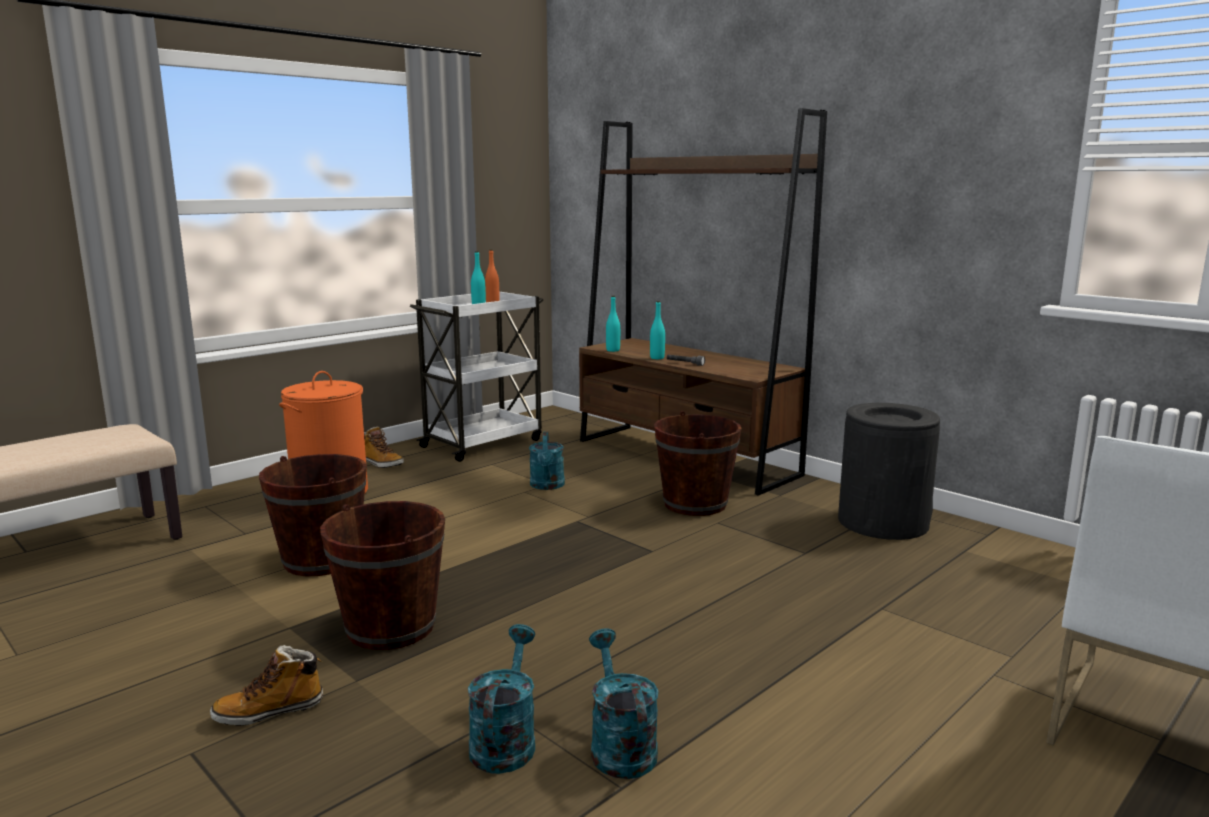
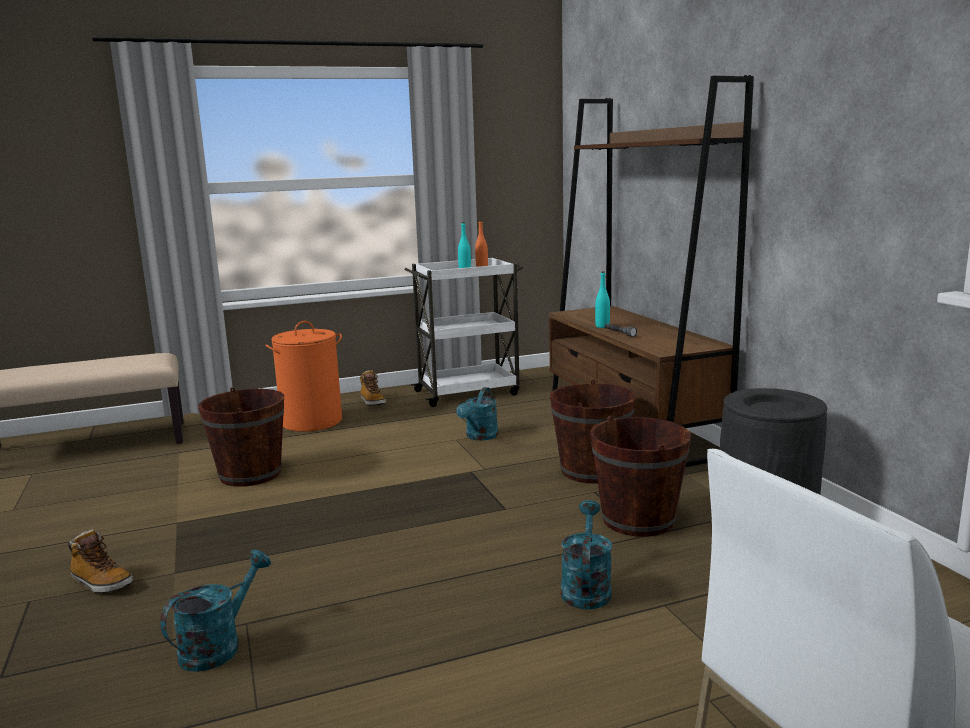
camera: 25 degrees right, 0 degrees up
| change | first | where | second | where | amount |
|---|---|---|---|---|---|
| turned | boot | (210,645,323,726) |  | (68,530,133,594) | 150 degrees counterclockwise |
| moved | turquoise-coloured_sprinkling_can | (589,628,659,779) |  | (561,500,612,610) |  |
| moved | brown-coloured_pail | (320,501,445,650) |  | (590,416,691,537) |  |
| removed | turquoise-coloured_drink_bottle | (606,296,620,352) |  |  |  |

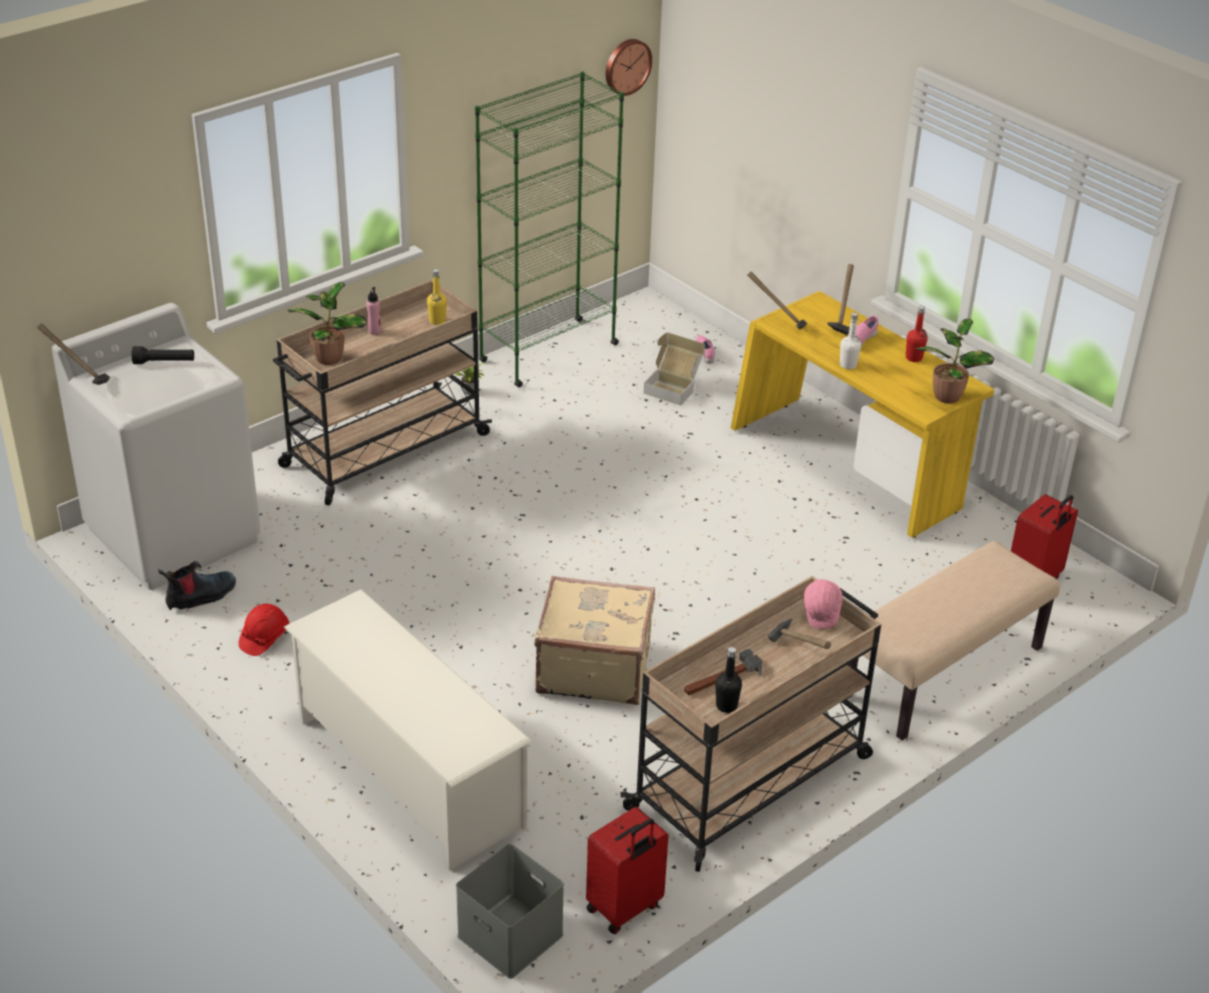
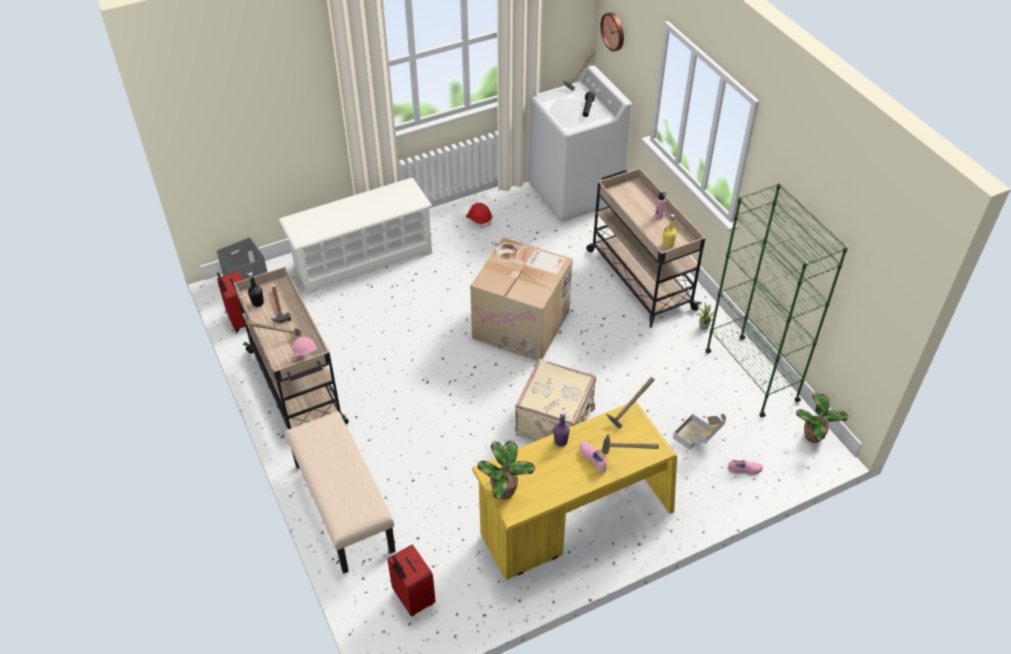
camera: 105 degrees right, 10 degrees up
| change | first | where | second | where | amount |
|---|---|---|---|---|---|
| added |  |  | carton | (470,237,573,361) |  |
| moved | beige_suitcase | (534,576,655,705) |  | (515,359,596,441) |  |
| recoloured | whitish_drink_bottle | (840,312,861,369) | purplish_drink_bottle | (553,411,570,447) |  |
| moved | hanging_clock | (606,39,652,96) |  | (601,12,624,51) |  |
| moved | potted_plant | (288,282,367,365) |  | (796,393,848,443) |  |
| removed | boot | (158,561,236,610) |  |  |  |
| removed | red_drink_bottle | (906,306,928,362) |  |  |  |

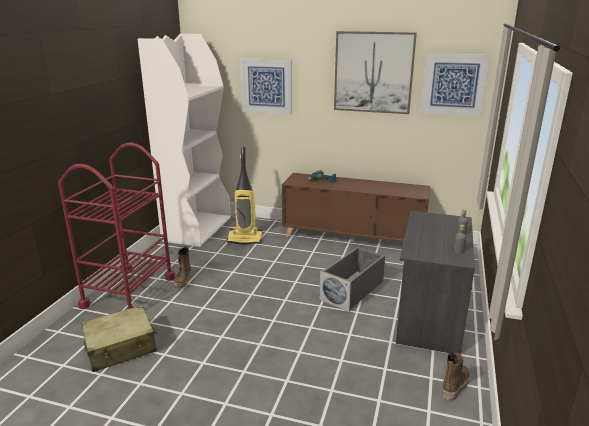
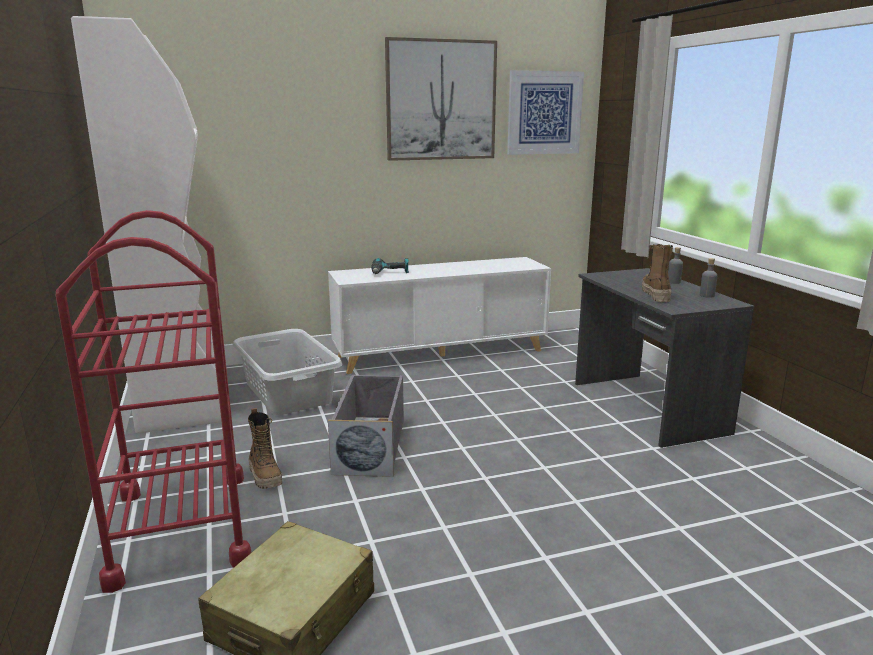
camera: 35 degrees left, 5 degrees down
| change | first | where | second | where | amount |
|---|---|---|---|---|---|
| replaced | hoover | (227,147,262,245) | greyish_laundry_basket | (233,329,342,415) |  |
| recoloured | brown-coloured_cupboard | (282,173,430,242) | whitish_cupboard | (328,257,551,374) |  |
| moved | greyish_storage_box | (319,247,385,312) |  | (328,374,404,477) |  |
| moved | boot | (442,352,469,401) |  | (642,244,673,303) |  |
| removed | picture | (240,58,292,114) |  |  |  |

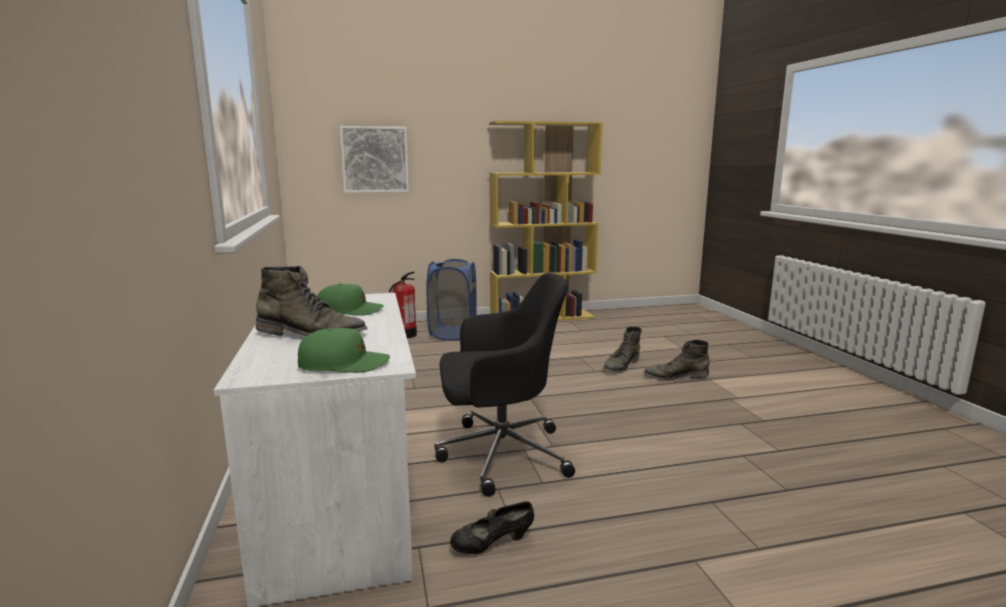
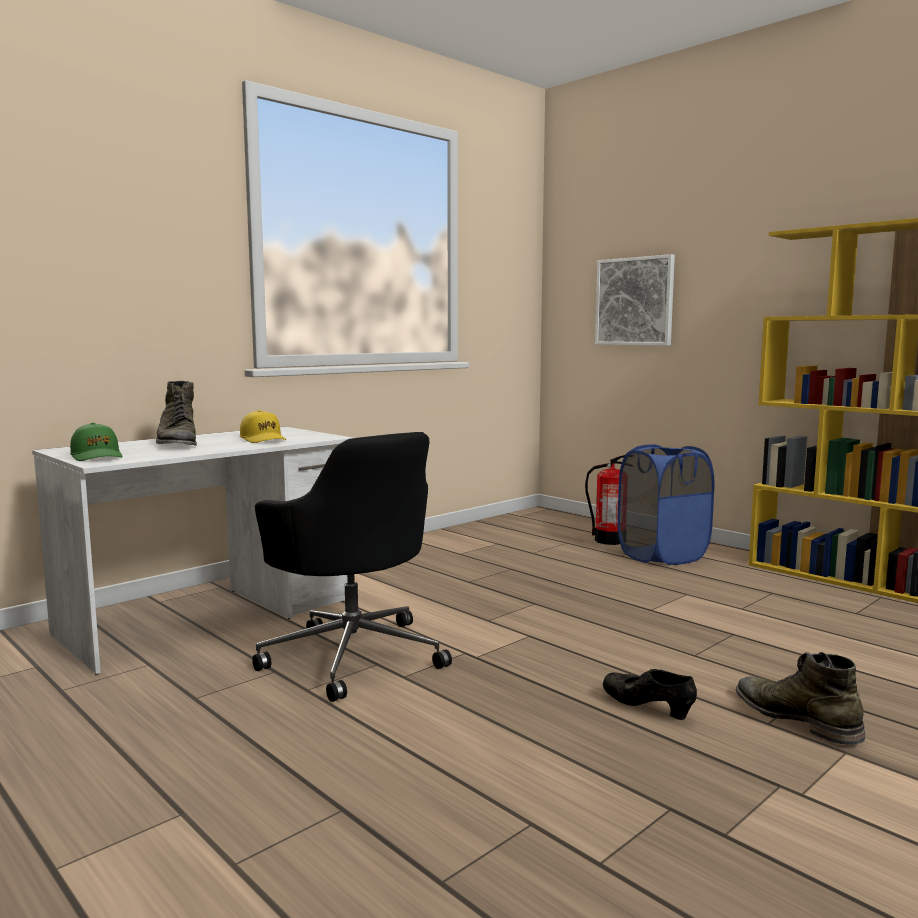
camera: 60 degrees right, 5 degrees down
| change | first | where | second | where | amount |
|---|---|---|---|---|---|
| recoloured | green_baseball_cap | (317,283,384,316) | yellow_baseball_cap | (240,410,286,443) |  |
| moved | black_low_shoe | (450,501,534,554) |  | (603,669,697,720) |  |
| removed | green_boot | (603,326,642,373) |  |  |  |

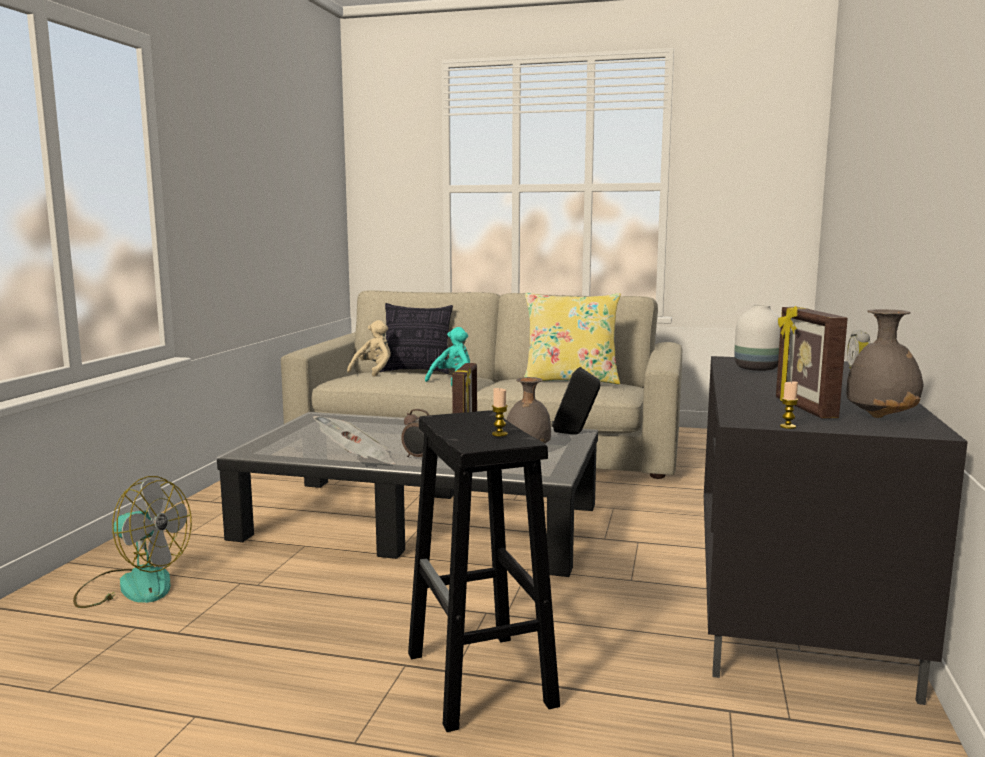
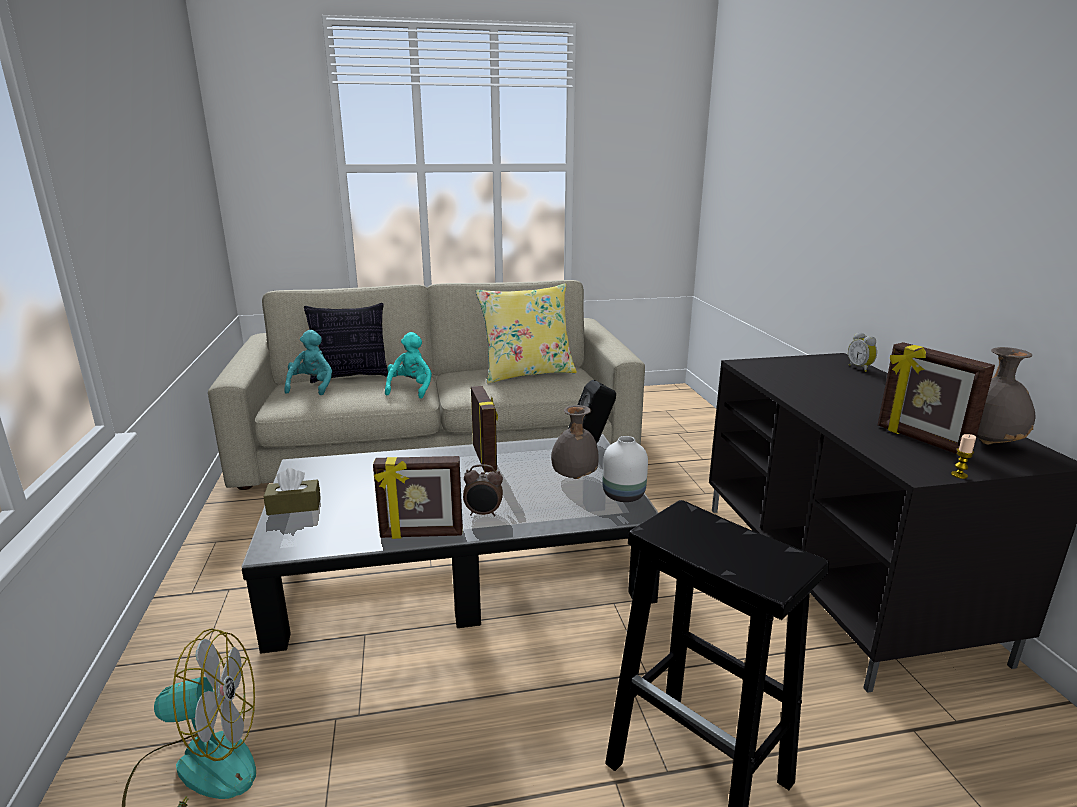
camera: 25 degrees left, 10 degrees up
| change | first | where | second | where | amount |
|---|---|---|---|---|---|
| added |  |  | brown-coloured_box_of_tissues | (263,468,321,515) |  |
| recoloured | beige_cuddly_toy | (347,320,390,376) | turquoise-coloured_cuddly_toy | (284,330,332,395) |  |
| replaced | printed_paper | (313,416,394,464) | picture_frame | (373,456,463,539) |  |
| moved | whitish_decorative_vase | (734,304,781,371) |  | (603,436,648,502) |  |
| removed | wax_candle | (492,388,508,436) |  |  |  |

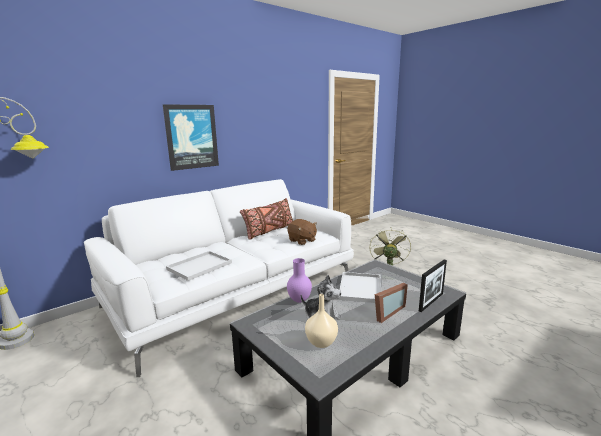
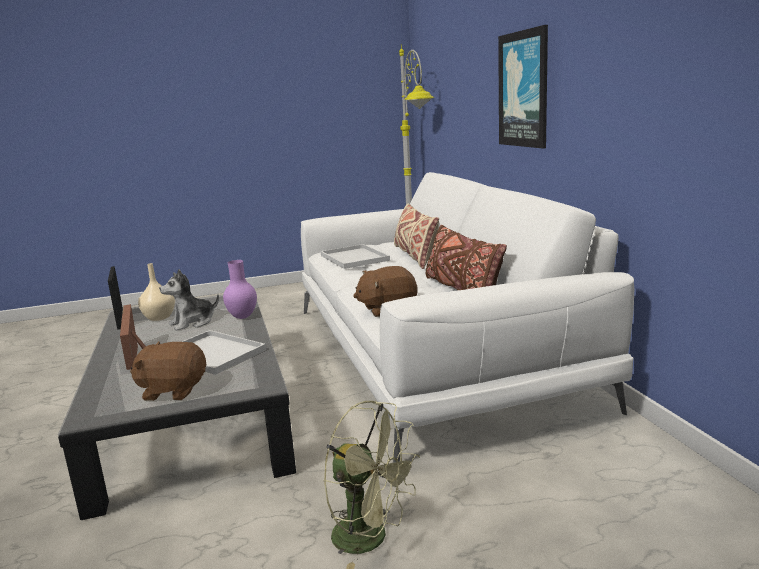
camera: 115 degrees right, 0 degrees up
| change | first | where | second | where | amount |
|---|---|---|---|---|---|
| moved | picture_frame | (419,259,447,312) |  | (108,266,123,330) |  |
| added |  |  | brown-coloured_cuddly_toy | (130,342,206,401) |  |
| added |  |  | beige_throw_pillow | (394,203,439,269) |  |

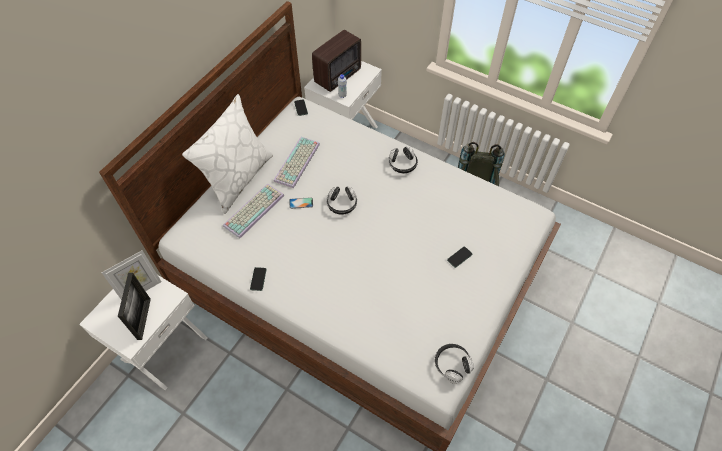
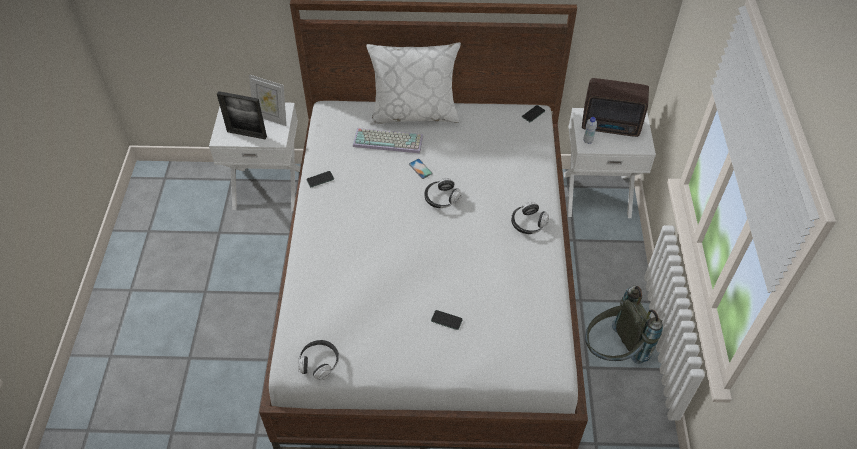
camera: 60 degrees right, 5 degrees down
| change | first | where | second | where | amount |
|---|---|---|---|---|---|
| turned | picture_frame | (118,273,151,340) |  | (217,91,267,139) | 45 degrees clockwise |
| removed | PC_keyboard | (274,137,320,188) |  |  |  |

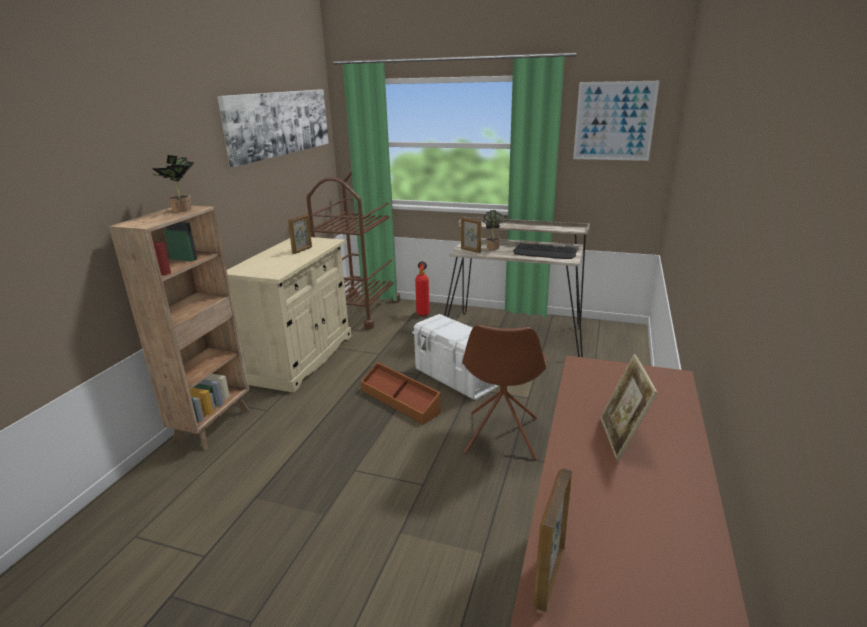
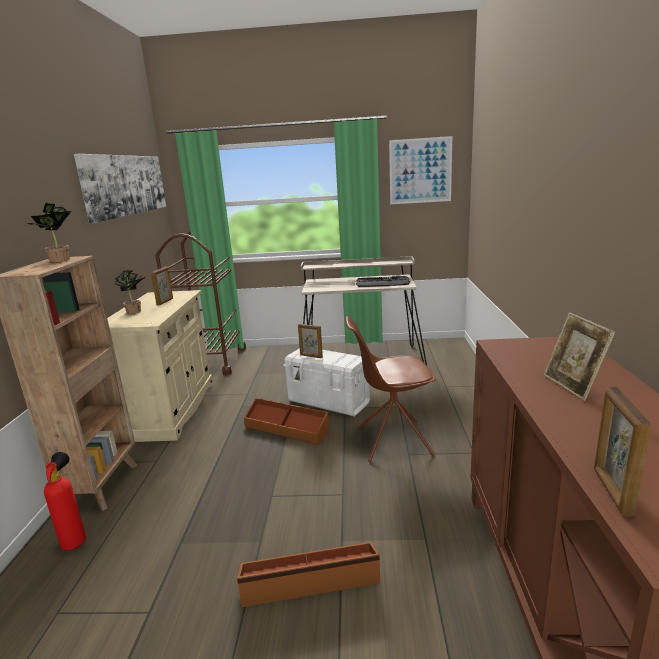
camera: 15 degrees left, 5 degrees down
| change | first | where | second | where | amount |
|---|---|---|---|---|---|
| moved | extinguisher | (415,261,430,316) |  | (44,452,86,551) |  |
| moved | potted_plant | (482,210,509,250) |  | (114,270,145,314) |  |
| added |  |  | brown-coloured_storage_box | (237,542,380,607) |  |
| moved | picture_frame | (461,217,482,253) |  | (298,324,323,358) |  |
| turned | brown-coloured_chair | (462,325,546,460) |  | (345,316,436,462) | 90 degrees clockwise |

